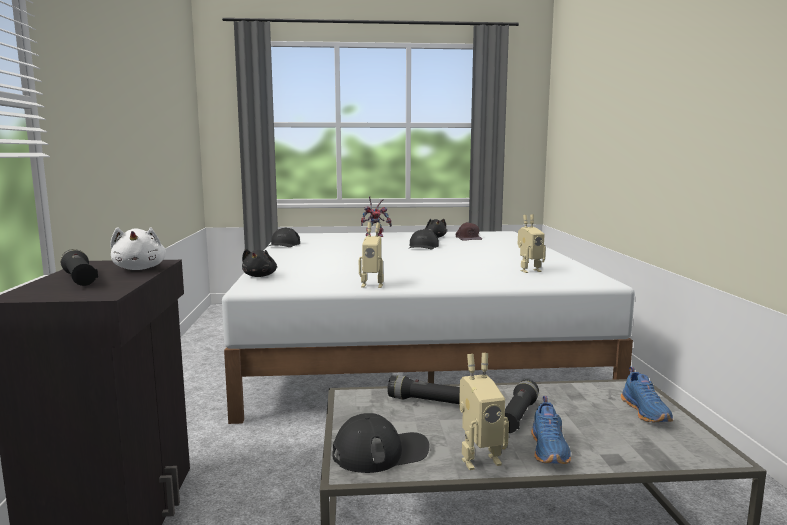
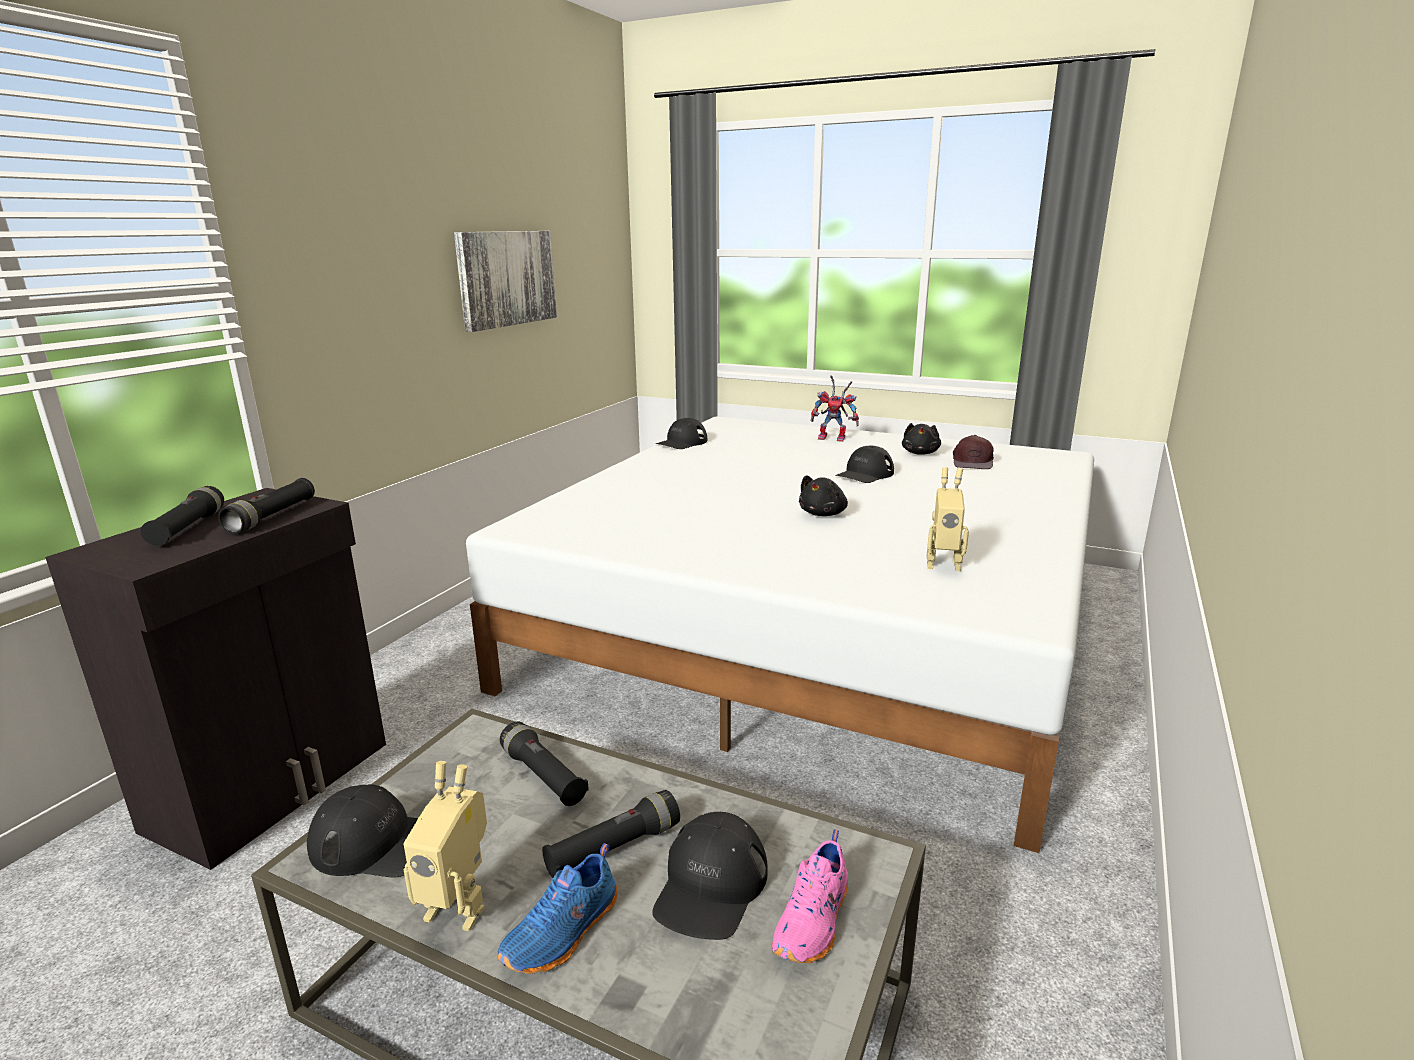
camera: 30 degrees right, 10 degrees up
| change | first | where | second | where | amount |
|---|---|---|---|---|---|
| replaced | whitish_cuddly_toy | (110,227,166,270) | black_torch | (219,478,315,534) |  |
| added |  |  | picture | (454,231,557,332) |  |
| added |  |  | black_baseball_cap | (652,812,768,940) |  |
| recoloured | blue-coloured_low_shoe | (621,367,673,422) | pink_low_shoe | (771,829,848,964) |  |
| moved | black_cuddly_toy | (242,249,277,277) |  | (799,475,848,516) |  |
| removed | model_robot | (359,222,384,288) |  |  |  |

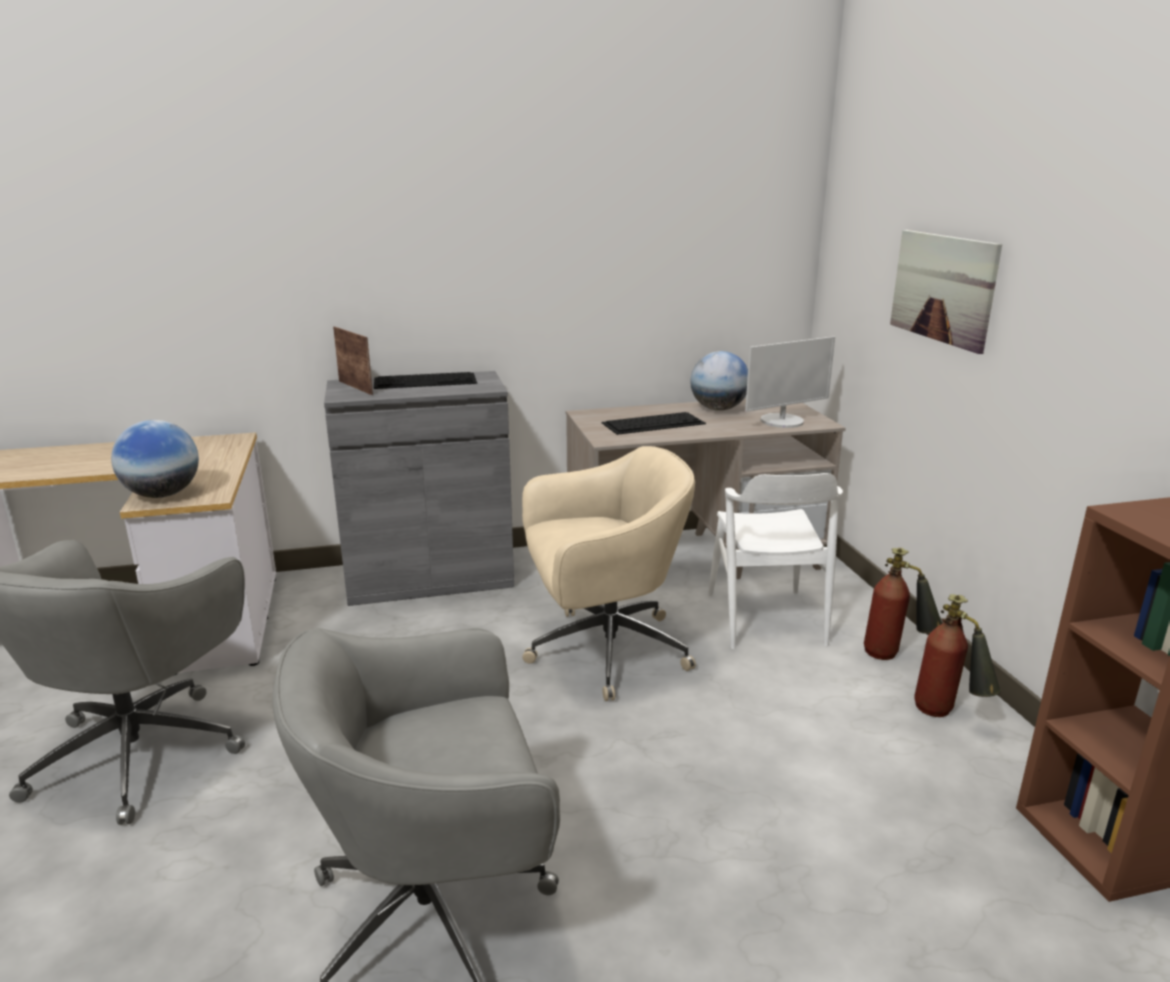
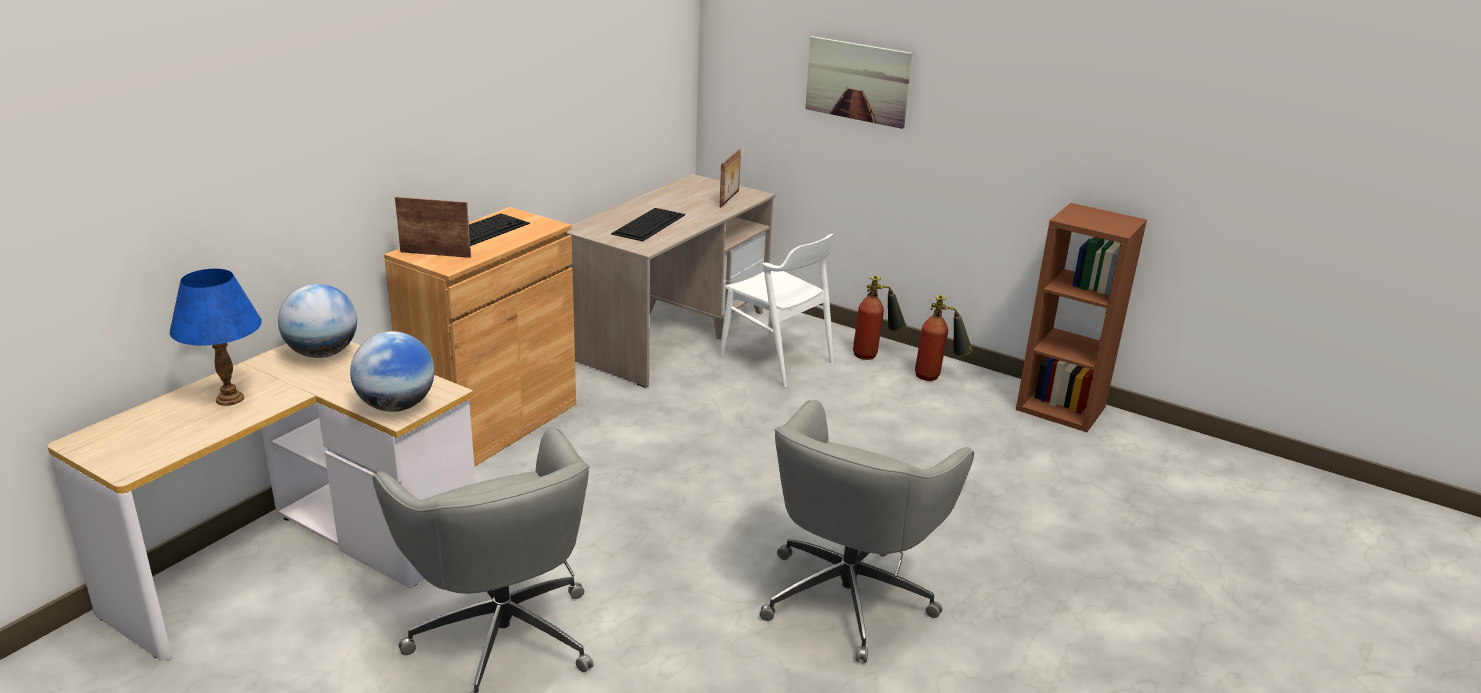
camera: 45 degrees left, 5 degrees up
| change | first | where | second | where | amount |
|---|---|---|---|---|---|
| added |  |  | blue-coloured_tabletop_lamp | (170,269,262,406) |  |
| moved | desk_globe | (690,351,748,411) |  | (278,284,357,358) |  |
| recoloured | greyish_cupboard | (324,371,514,606) | brown-coloured_cupboard | (384,207,576,467) |  |
| replaced | monitor | (745,336,835,428) | picture_frame | (719,149,741,208) |  |
| removed | beige_office_chair | (522,446,696,701) |  |  |  |

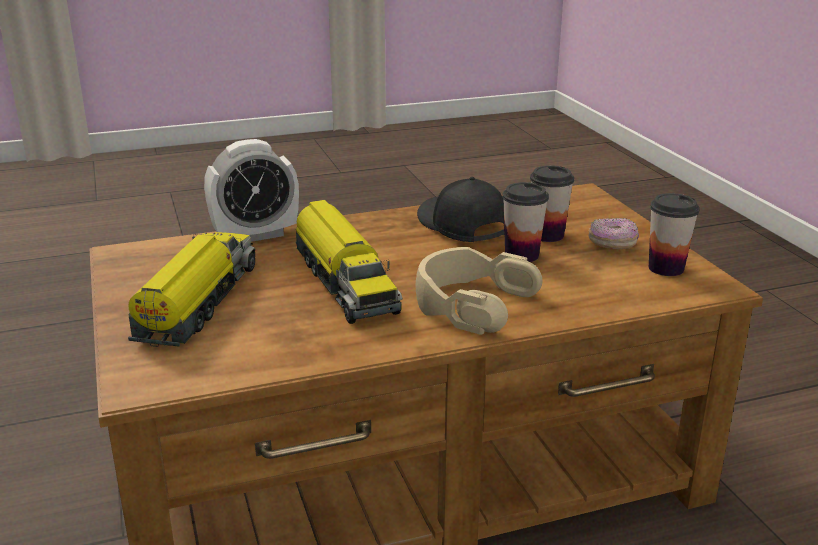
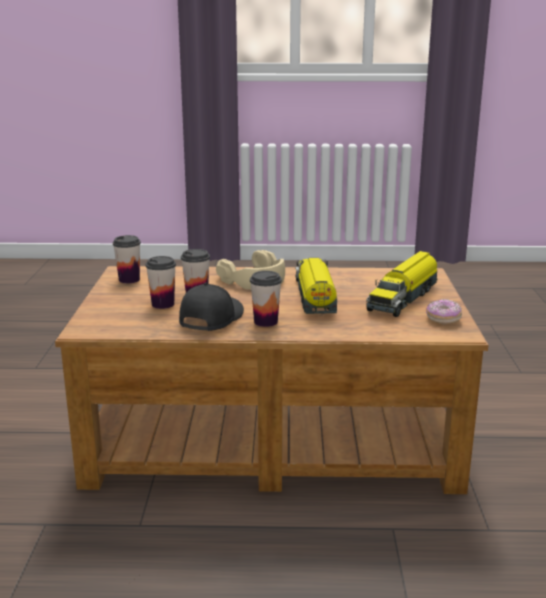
camera: 160 degrees left, 5 degrees down
| change | first | where | second | where | amount |
|---|---|---|---|---|---|
| turned | black_baseball_cap | (417,177,505,242) |  | (179,283,244,331) | 150 degrees counterclockwise |
| added |  |  | cup | (250,271,282,327) |  |
| moved | donut | (588,218,639,249) |  | (426,299,462,325) |  |
| removed | bedside_clock | (204,139,299,242) |  |  |  |

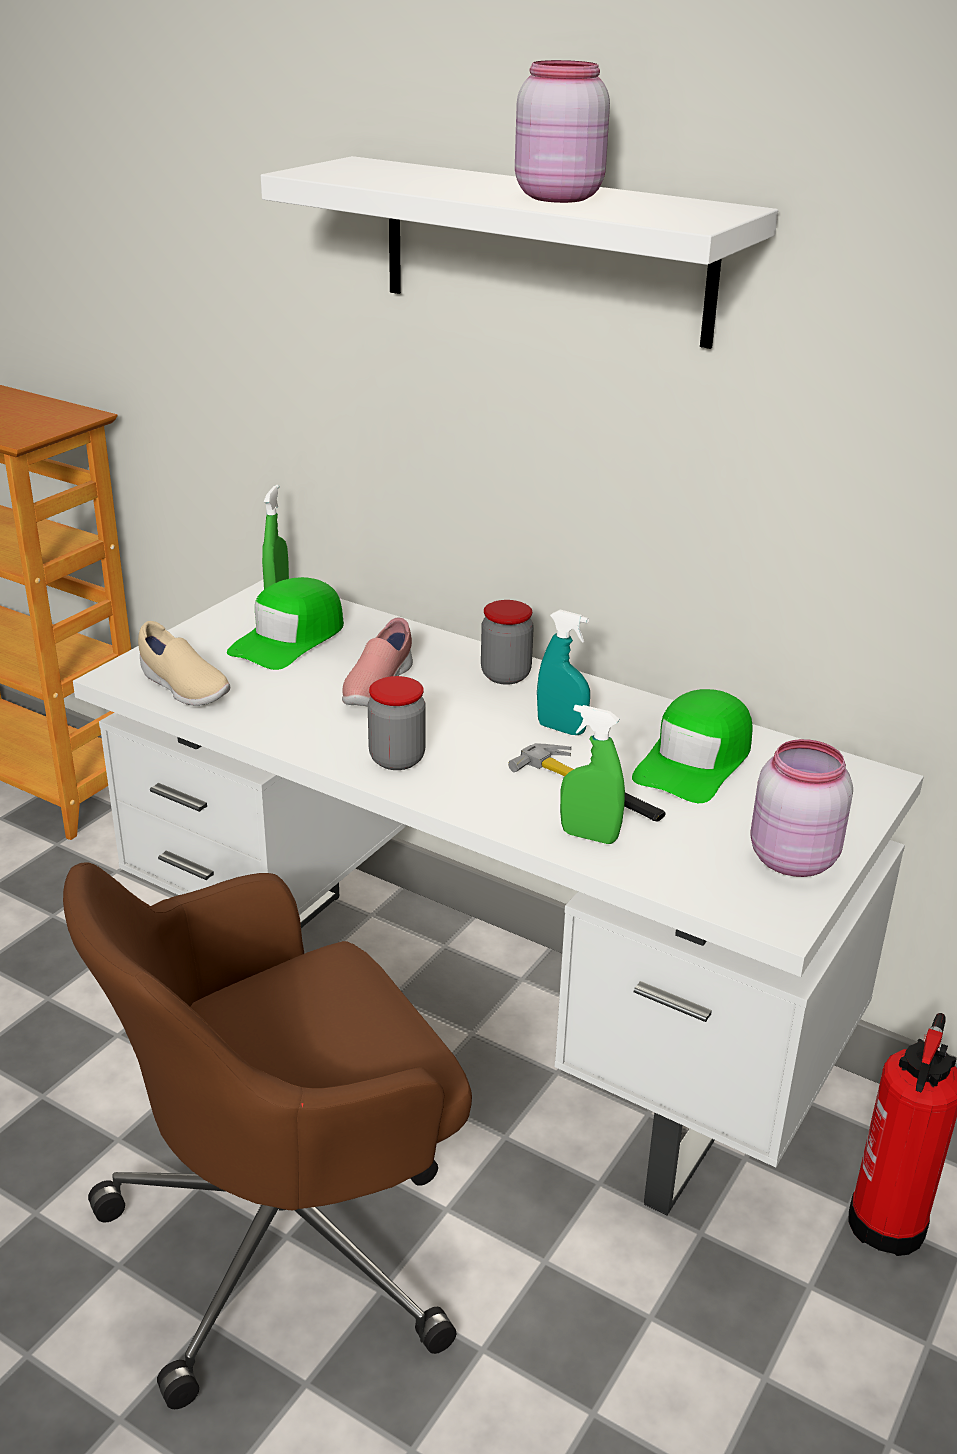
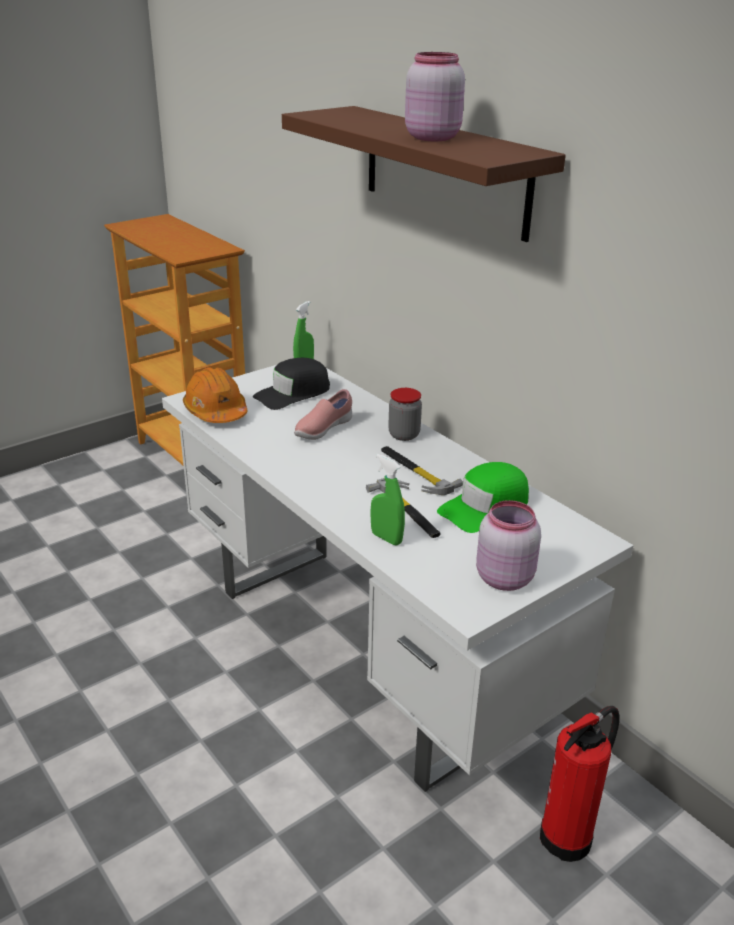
camera: 20 degrees right, 0 degrees up
| change | first | where | second | where | amount |
|---|---|---|---|---|---|
| replaced | beige_low_shoe | (138,621,230,706) | orange-coloured_hard_hat | (183,367,247,423) |  |
| recoloured | green_baseball_cap | (227,577,344,670) | black_baseball_cap | (253,358,330,410) |  |
| recoloured | whitish_shelf | (261,156,778,349) | brown-coloured_shelf | (282,106,566,242) |  |
| replaced | turquoise-coloured_sprayer | (537,610,590,735) | tool_hammer | (381,446,463,495) |  |
| removed | brown-coloured_office_chair | (63,862,472,1409) |  |  |  |
| removed | jar | (368,676,426,770) |  |  |  |

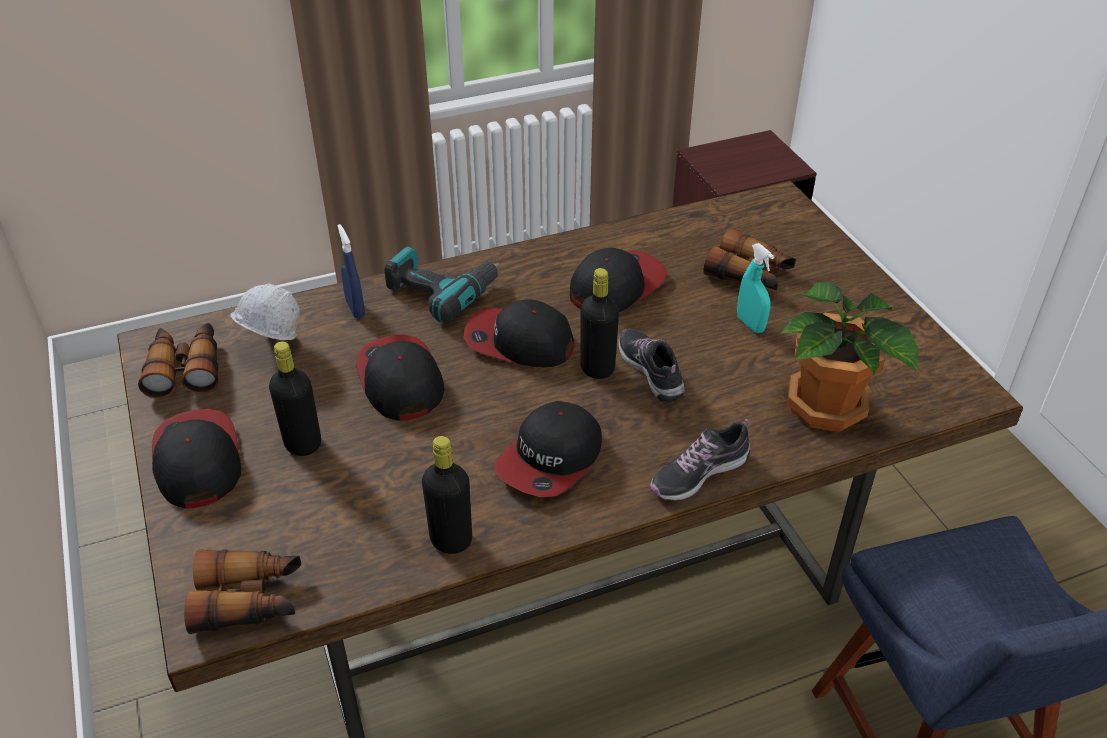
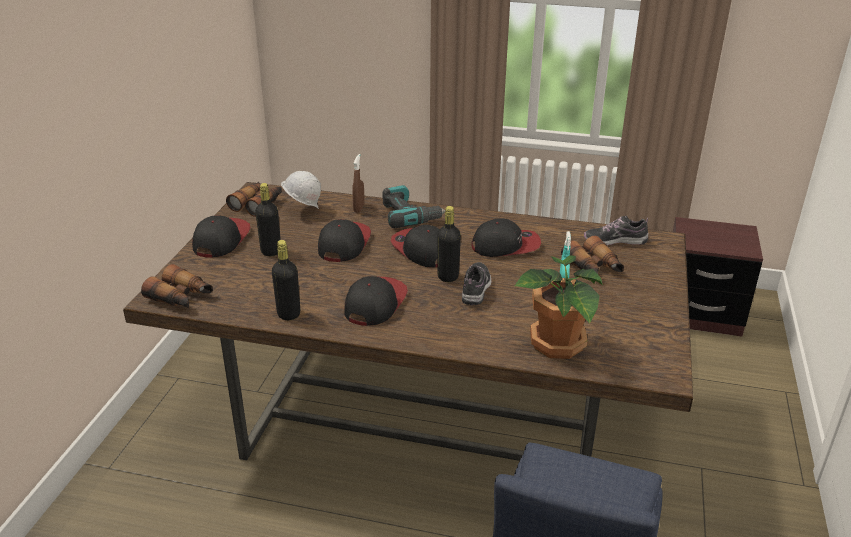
camera: 35 degrees right, 10 degrees down
| change | first | where | second | where | amount |
|---|---|---|---|---|---|
| turned | baseball_cap | (494,401,602,497) |  | (344,276,408,326) | 135 degrees clockwise |
| recoloured | blue-coloured_sprayer | (338,224,365,318) | brown-coloured_sprayer | (352,154,364,213) |  |
| moved | low_shoe | (650,419,750,501) |  | (584,216,648,245) |  |

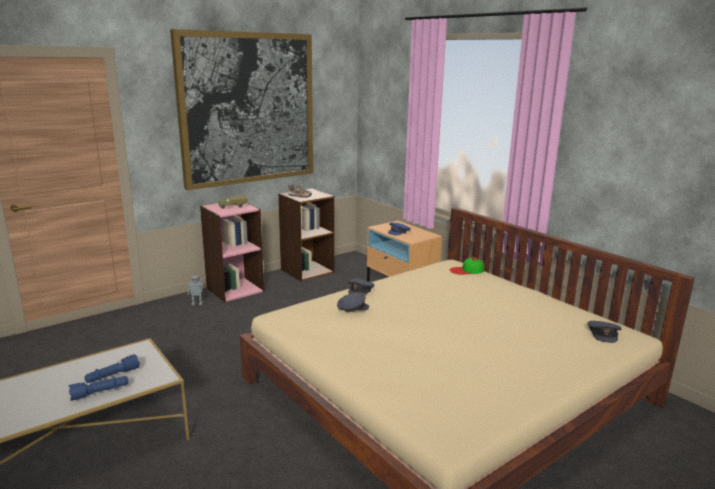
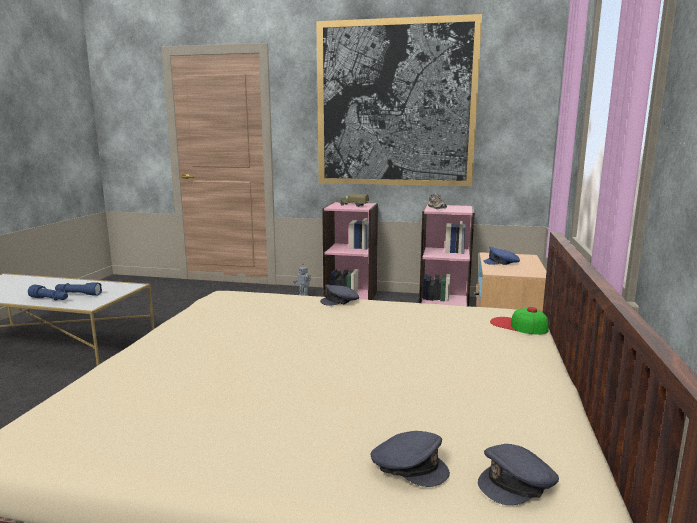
camera: 50 degrees right, 5 degrees down
| change | first | where | second | where | amount |
|---|---|---|---|---|---|
| moved | greyish_baseball_cap | (337,292,369,312) |  | (371,431,450,487) |  |
| recoloured | brown-coloured_shelving_unit | (278,188,334,281) | pink_shelving_unit | (419,205,475,307) |  |

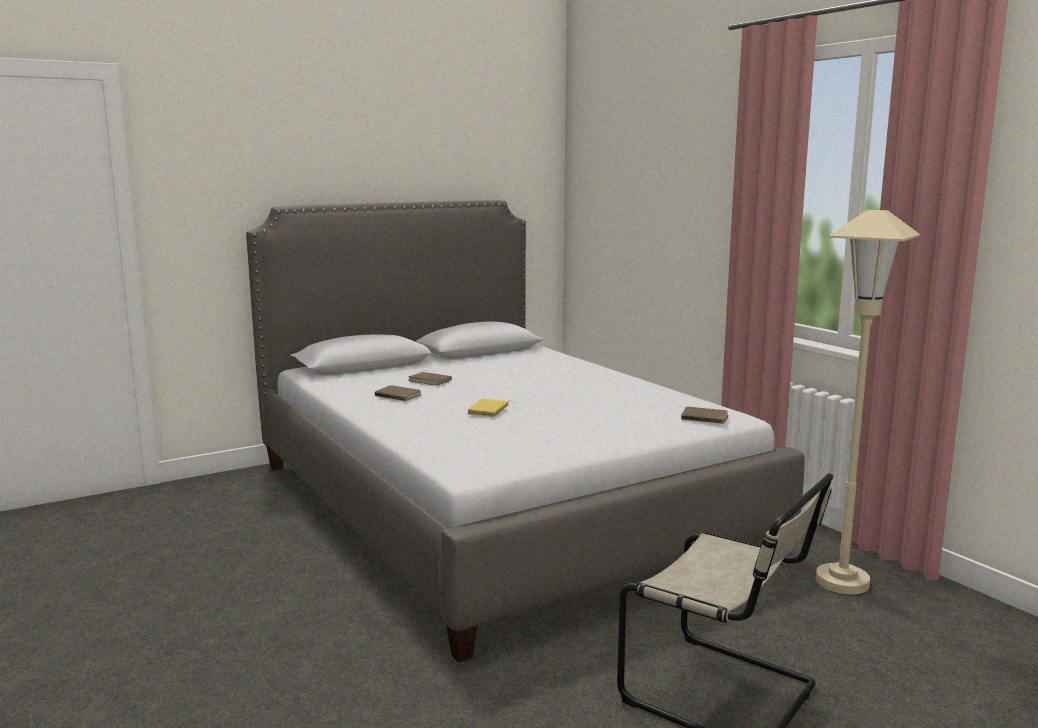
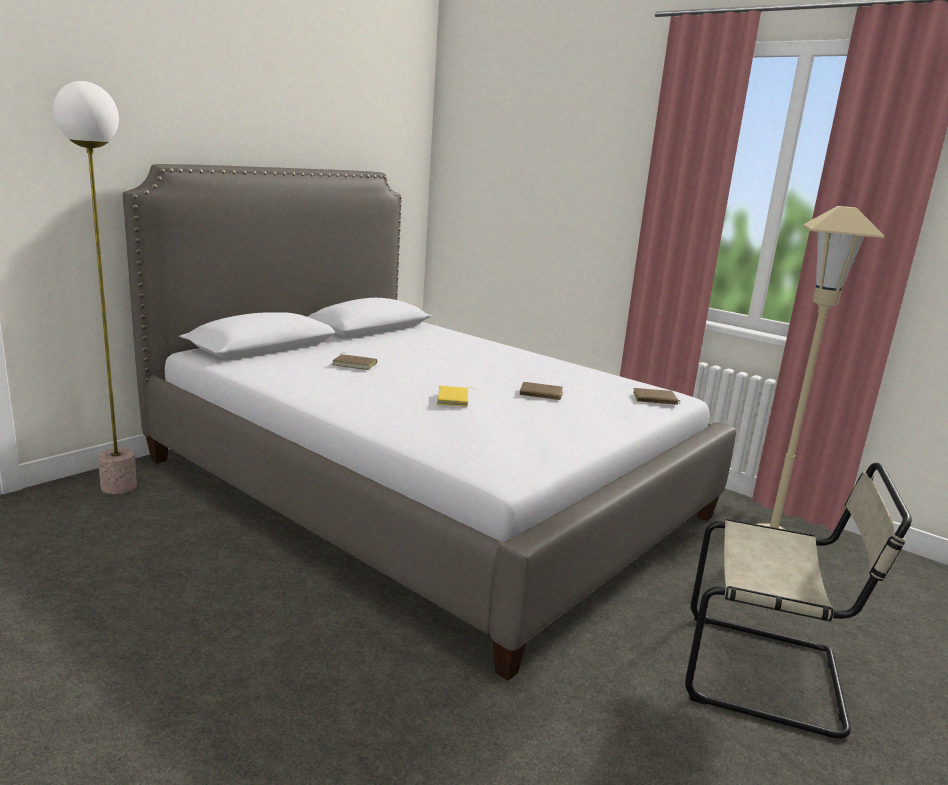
camera: 20 degrees left, 5 degrees up
| change | first | where | second | where | amount |
|---|---|---|---|---|---|
| added |  |  | standing_lamp | (53,81,137,494) |  |
| moved | brown-coloured_bound_book | (374,385,421,401) |  | (520,382,563,400) |  |

